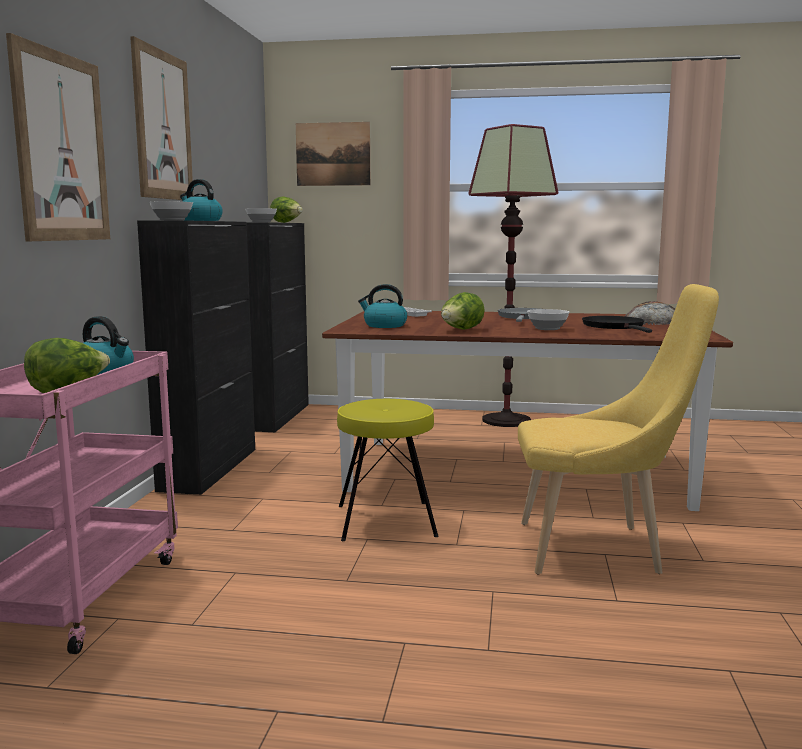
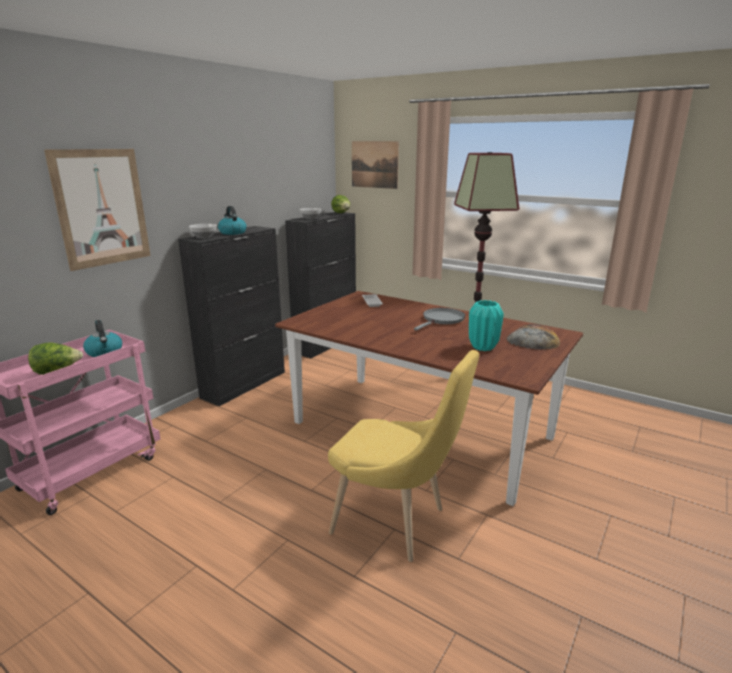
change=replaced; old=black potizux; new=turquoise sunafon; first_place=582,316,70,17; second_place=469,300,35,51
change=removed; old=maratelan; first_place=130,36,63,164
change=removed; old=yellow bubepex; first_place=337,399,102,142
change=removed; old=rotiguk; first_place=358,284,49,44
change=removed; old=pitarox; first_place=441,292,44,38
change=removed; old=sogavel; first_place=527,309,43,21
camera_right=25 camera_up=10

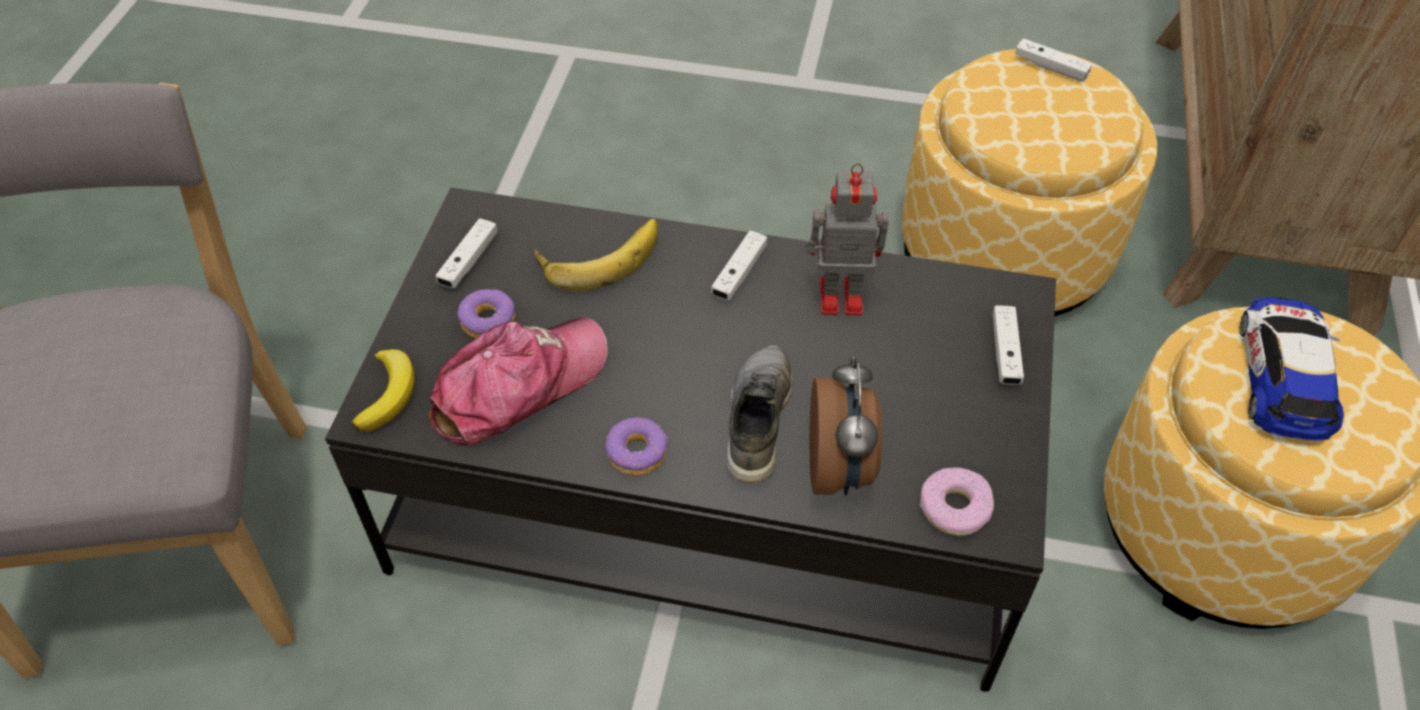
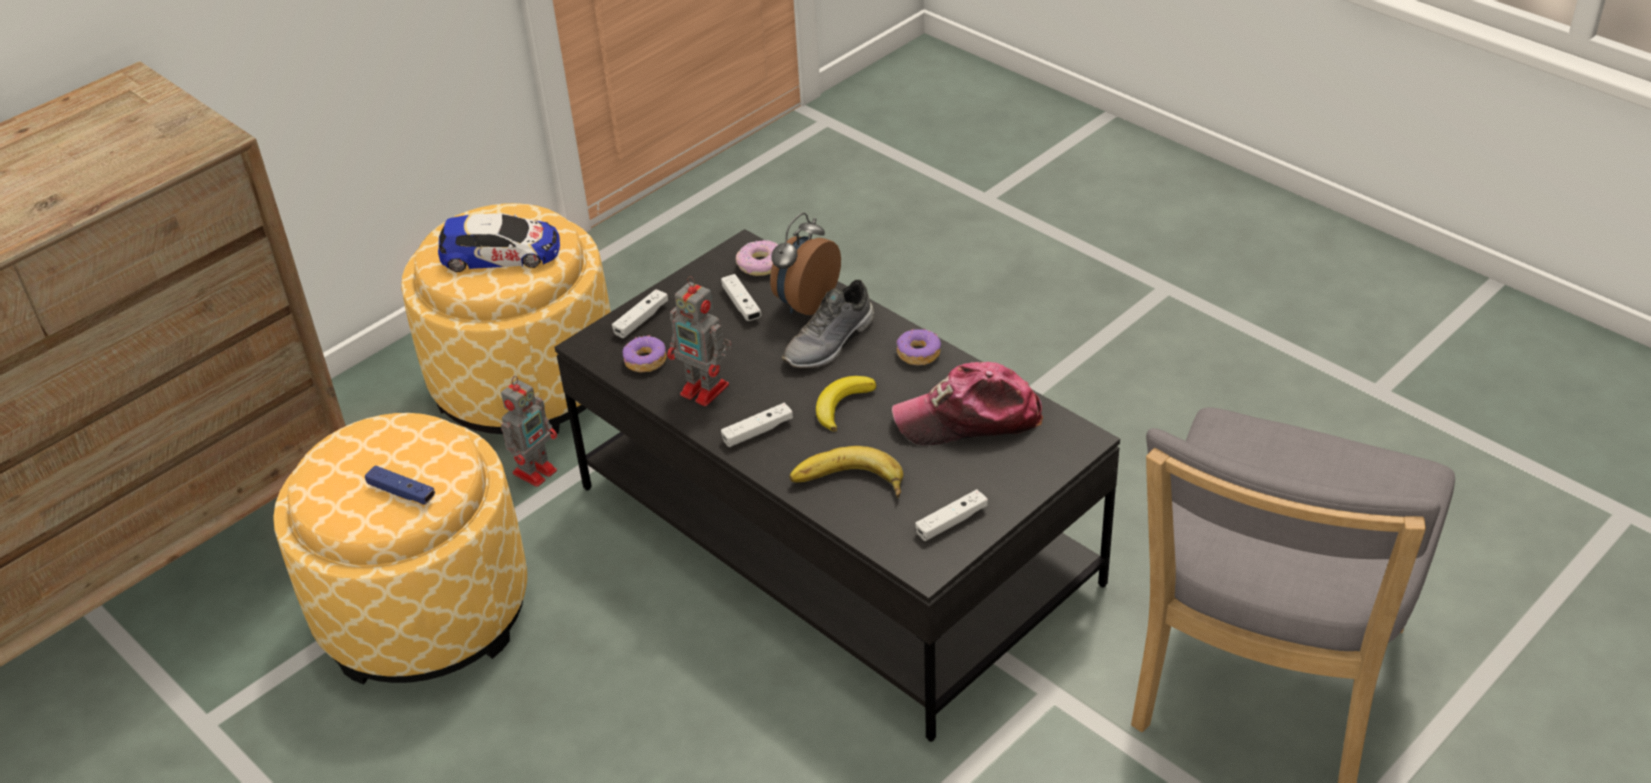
change=added; new=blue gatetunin; second_place=365,466,70,39
change=turned; old=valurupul; first_place=1240,297,104,145; second_place=438,213,122,59; degrees=-135
change=added; new=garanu; second_place=501,376,56,111
change=moved; old=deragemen; first_place=457,289,59,49; second_place=623,335,44,38
change=moved; old=white gatetunin; first_place=1015,38,77,44; second_place=721,274,41,47
change=moved; old=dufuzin; first_place=352,349,63,83; second_place=816,376,60,56
camera_right=-145 camera_up=-10

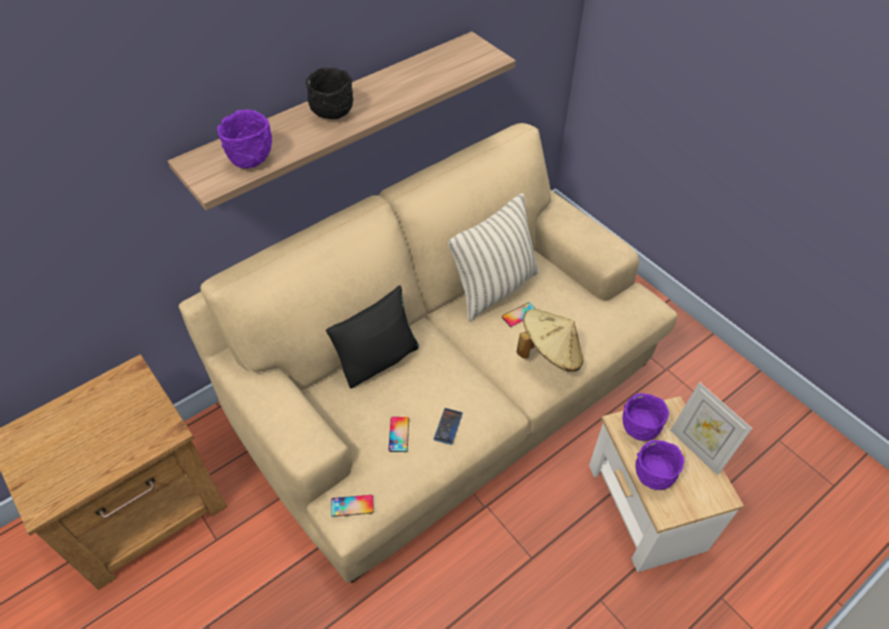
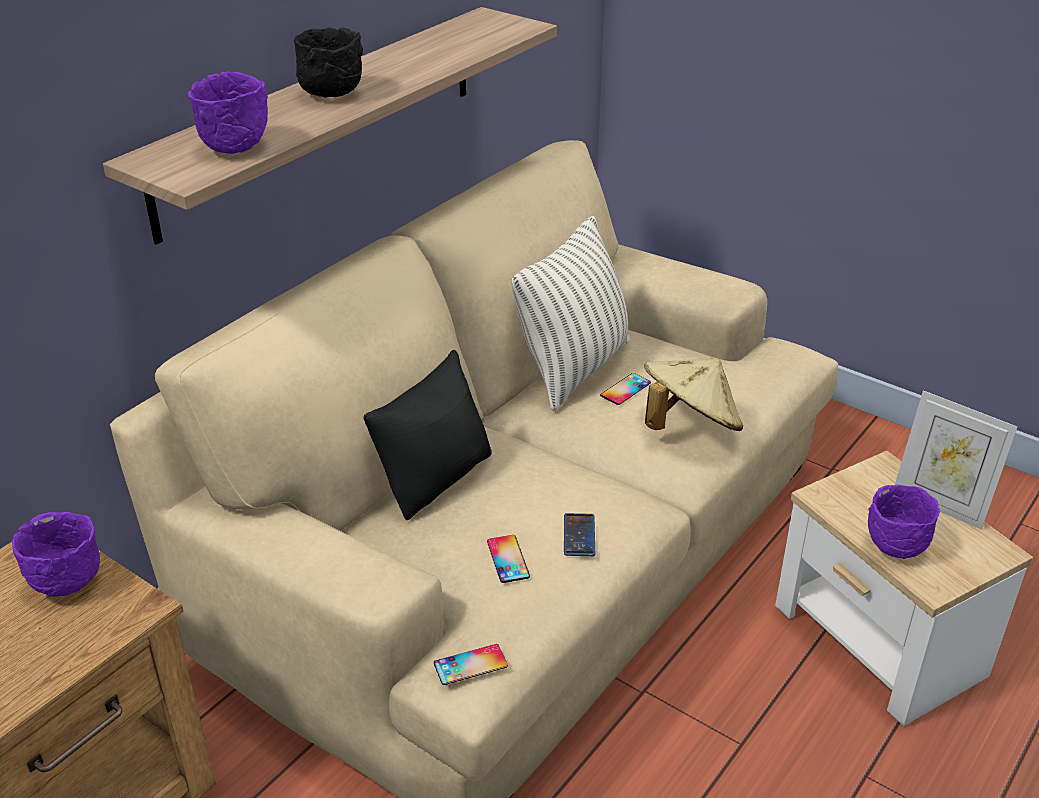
change=moved; old=purple sogavel; first_place=622,393,47,48; second_place=12,512,88,85
camera_right=-15 camera_up=-15

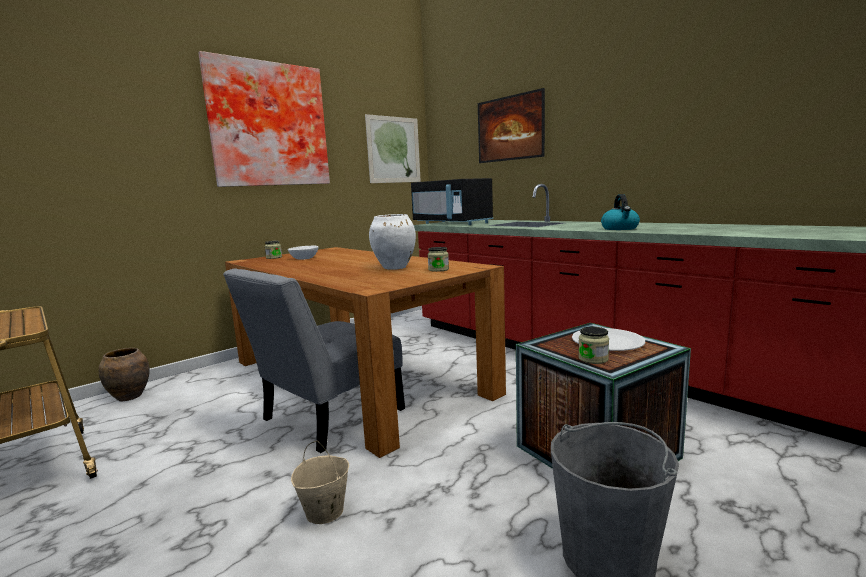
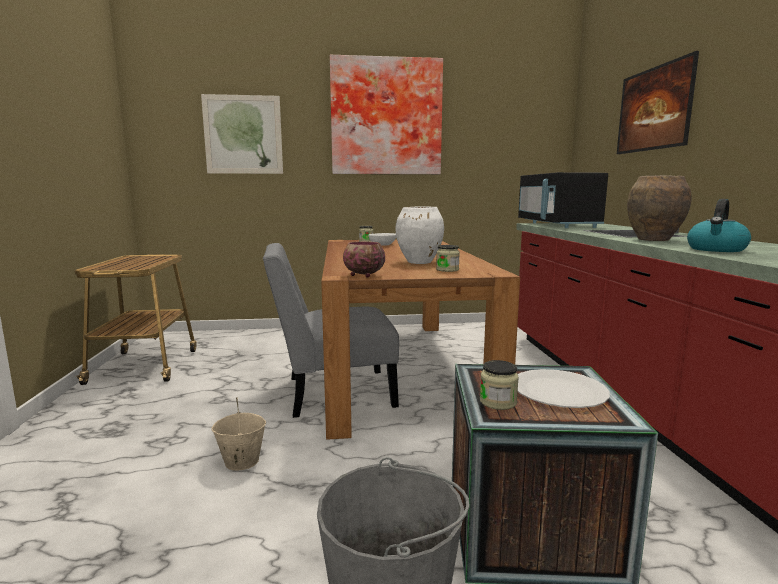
change=moved; old=maratelan; first_place=365,114,56,69; second_place=201,94,82,80
change=added; new=sogavel; second_place=343,241,42,37
change=moved; old=brown sunafon; first_place=99,348,51,53; second_place=627,176,65,65
camera_right=35 camera_up=0

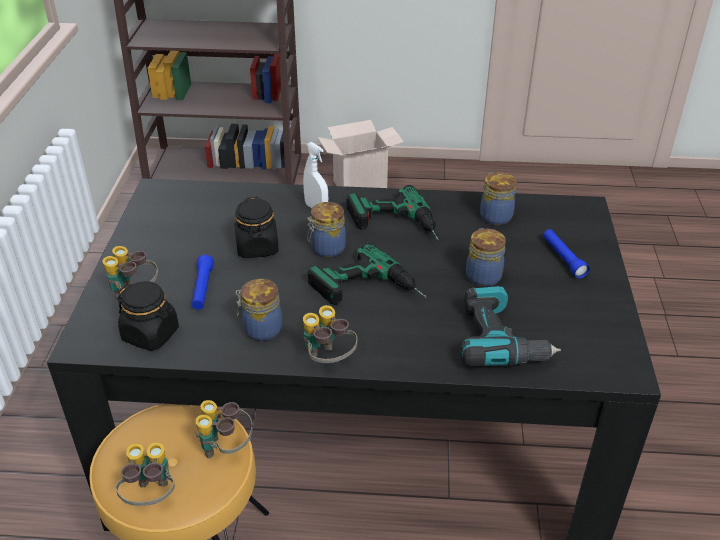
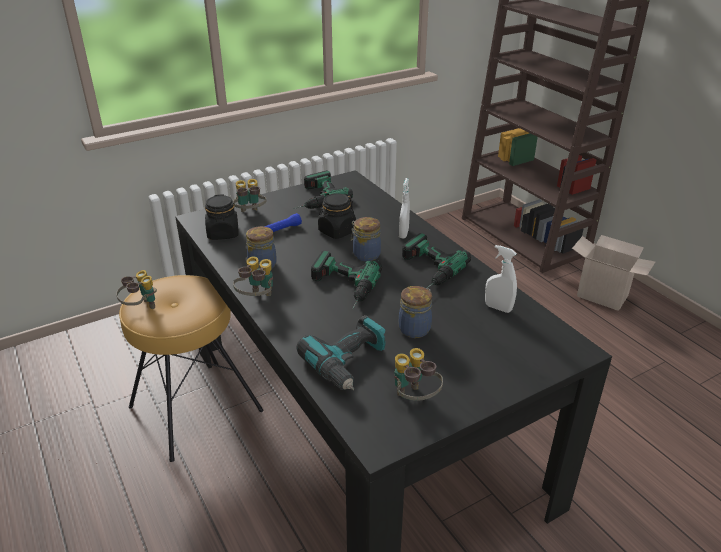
change=added; new=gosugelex; second_place=293,170,60,39
change=moved; old=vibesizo; first_place=195,400,58,58; second_place=394,348,49,53
change=replaced; old=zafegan; new=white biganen; first_place=480,172,37,53; second_place=485,245,32,68
change=removed; old=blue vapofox; first_place=543,229,47,49
camera_right=55 camera_up=-5

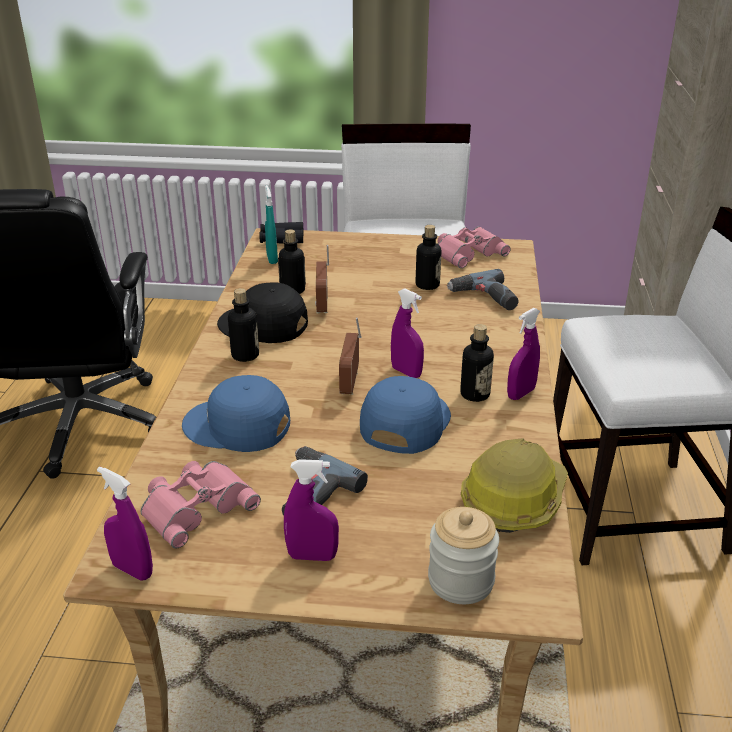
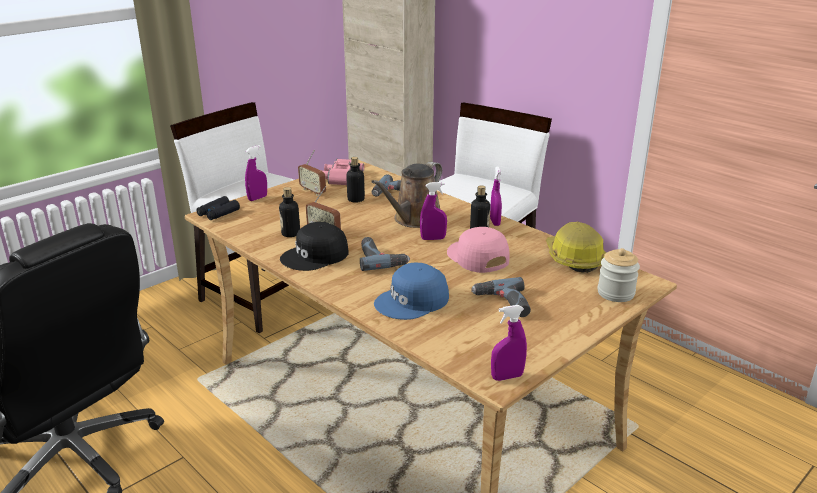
change=moved; old=purple biganen; first_place=284,459,55,102; second_place=245,145,22,56
change=moved; old=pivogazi; first_place=339,317,22,78; second_place=298,150,28,46
change=added; new=gosugelex; second_place=360,237,50,34
change=added; new=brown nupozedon; second_place=371,162,71,66
change=recoloured; old=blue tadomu; new=pink tadomu; first_place=360,376,91,78; second_place=447,227,63,46
change=removed; old=pink vibesizo; first_place=141,461,120,87
change=removed; old=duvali; first_place=228,288,31,74
change=removed; old=turquoise biganen; first_place=265,185,13,79
camera_right=-50 camera_up=-5

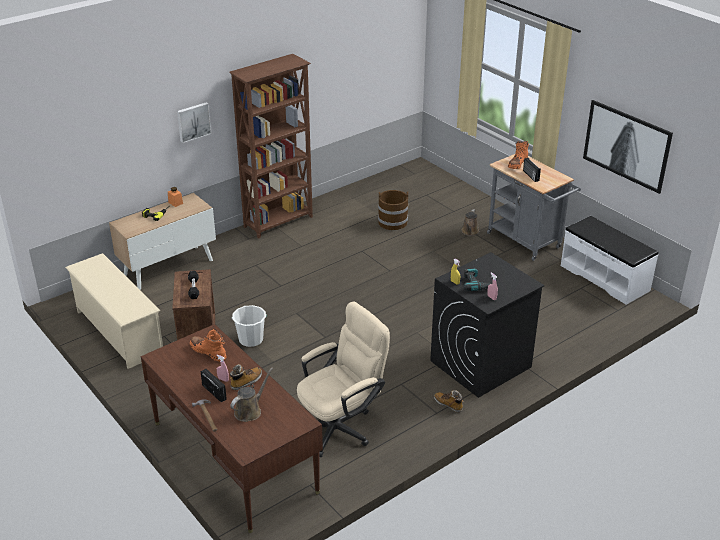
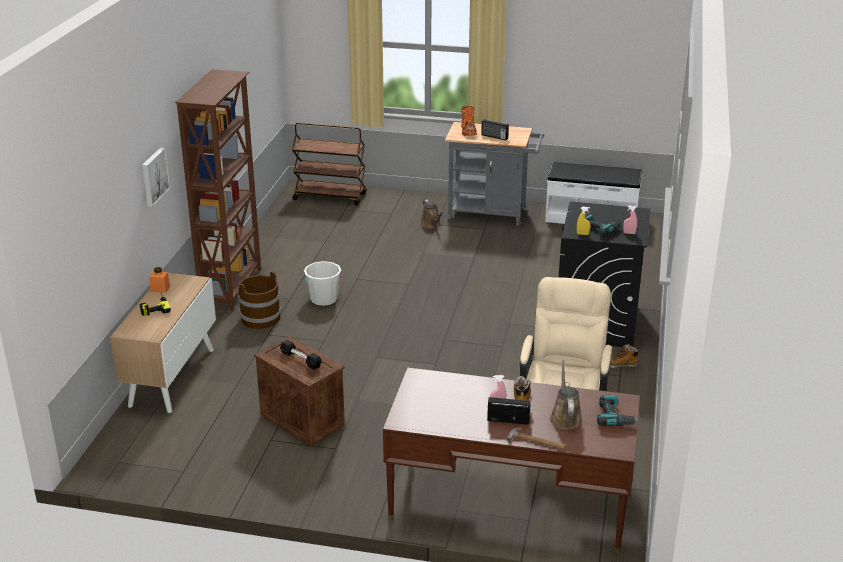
change=moved; old=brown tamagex; first_place=378,190,31,40; second_place=238,271,43,58
change=added; new=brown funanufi; second_place=292,123,75,83
change=moved; old=white tamagex; first_place=232,305,35,42; second_place=304,261,37,45
change=added; new=gosugelex; second_place=597,395,42,31
change=removed; old=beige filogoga; first_place=65,253,98,116
change=removed; old=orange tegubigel; first_place=190,329,36,33
change=removed; old=maratelan; first_place=583,100,90,94
camera_right=-40 camera_up=-5

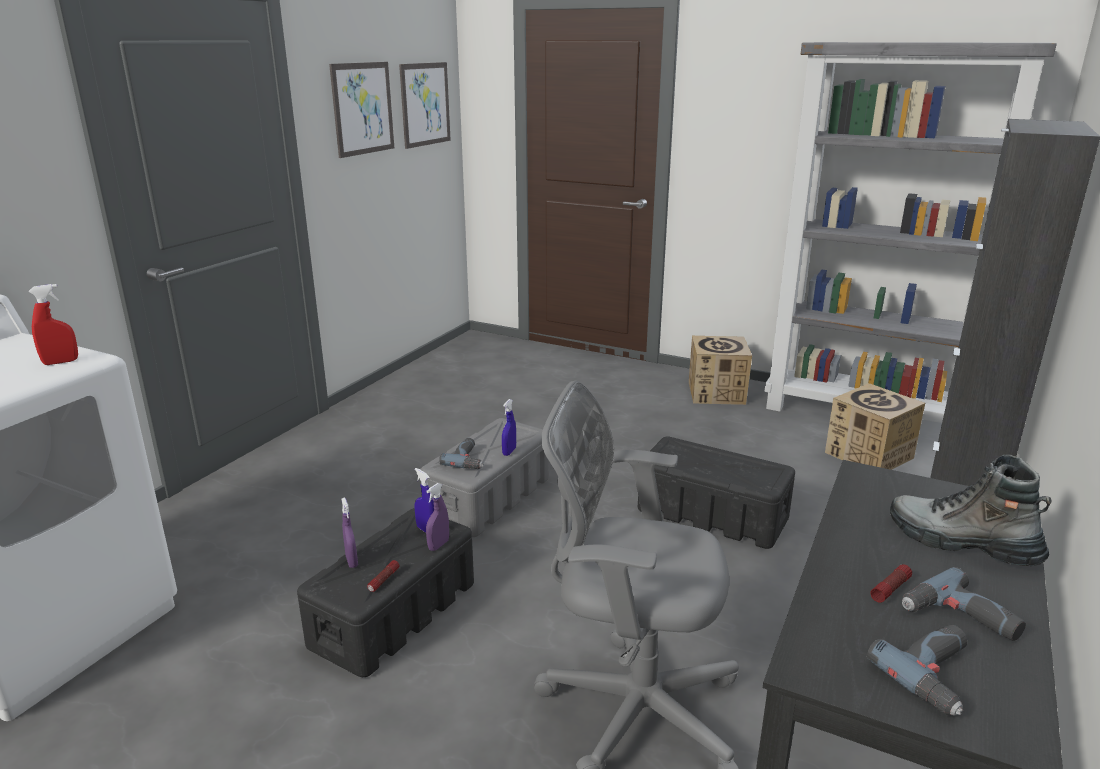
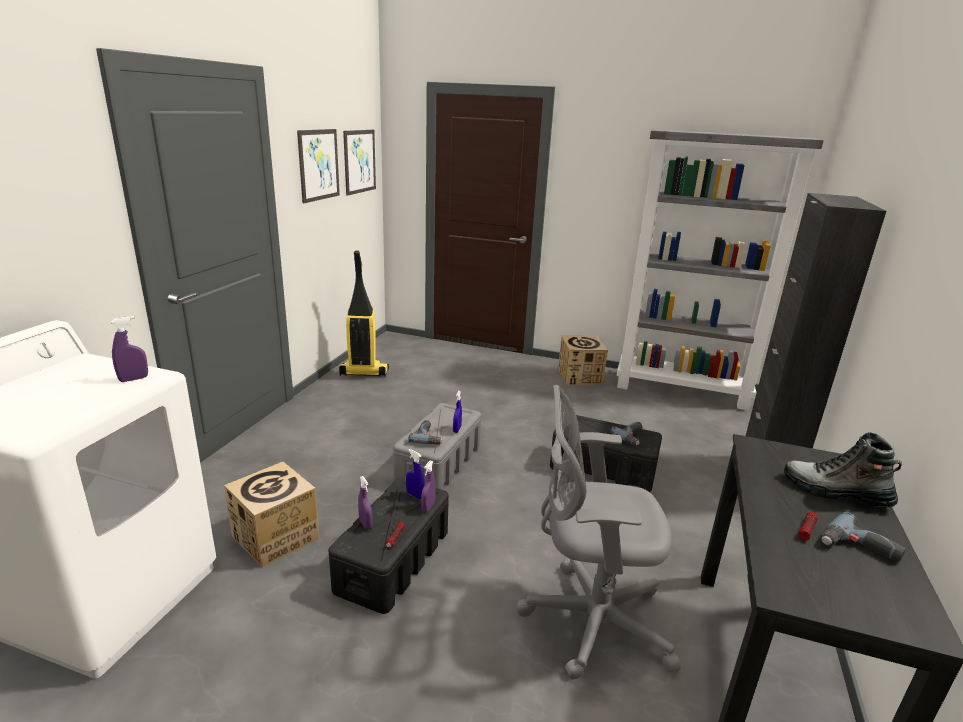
change=recoloured; old=red biganen; new=purple biganen; first_place=29,284,49,81; second_place=111,316,37,66
change=moved; old=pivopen; first_place=825,383,100,87; second_place=224,462,96,106
change=added; new=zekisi; second_place=339,250,50,127
change=moved; old=gosugelex; first_place=867,625,100,91; second_place=610,422,32,23
camera_right=-10 camera_up=0

